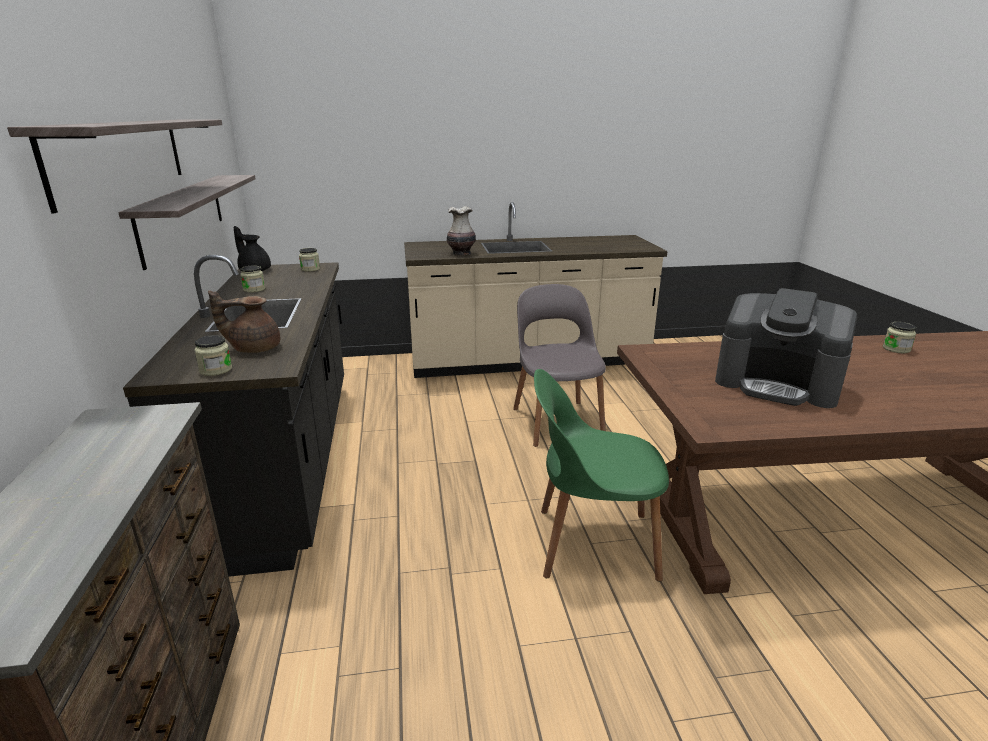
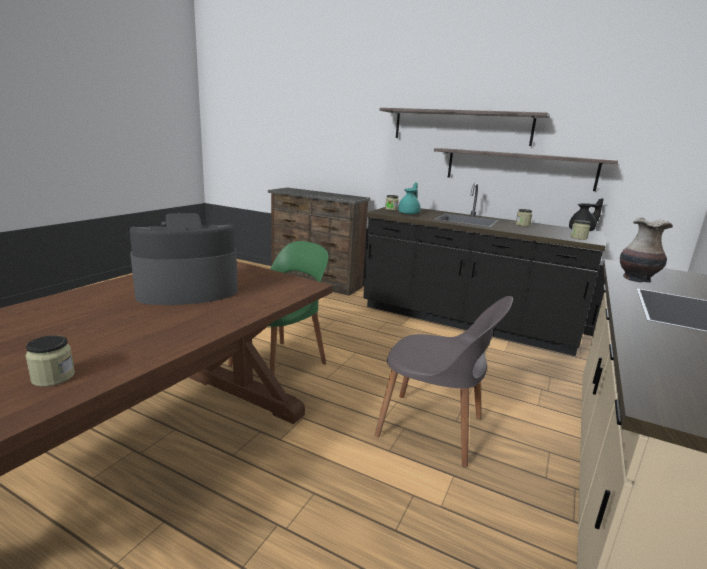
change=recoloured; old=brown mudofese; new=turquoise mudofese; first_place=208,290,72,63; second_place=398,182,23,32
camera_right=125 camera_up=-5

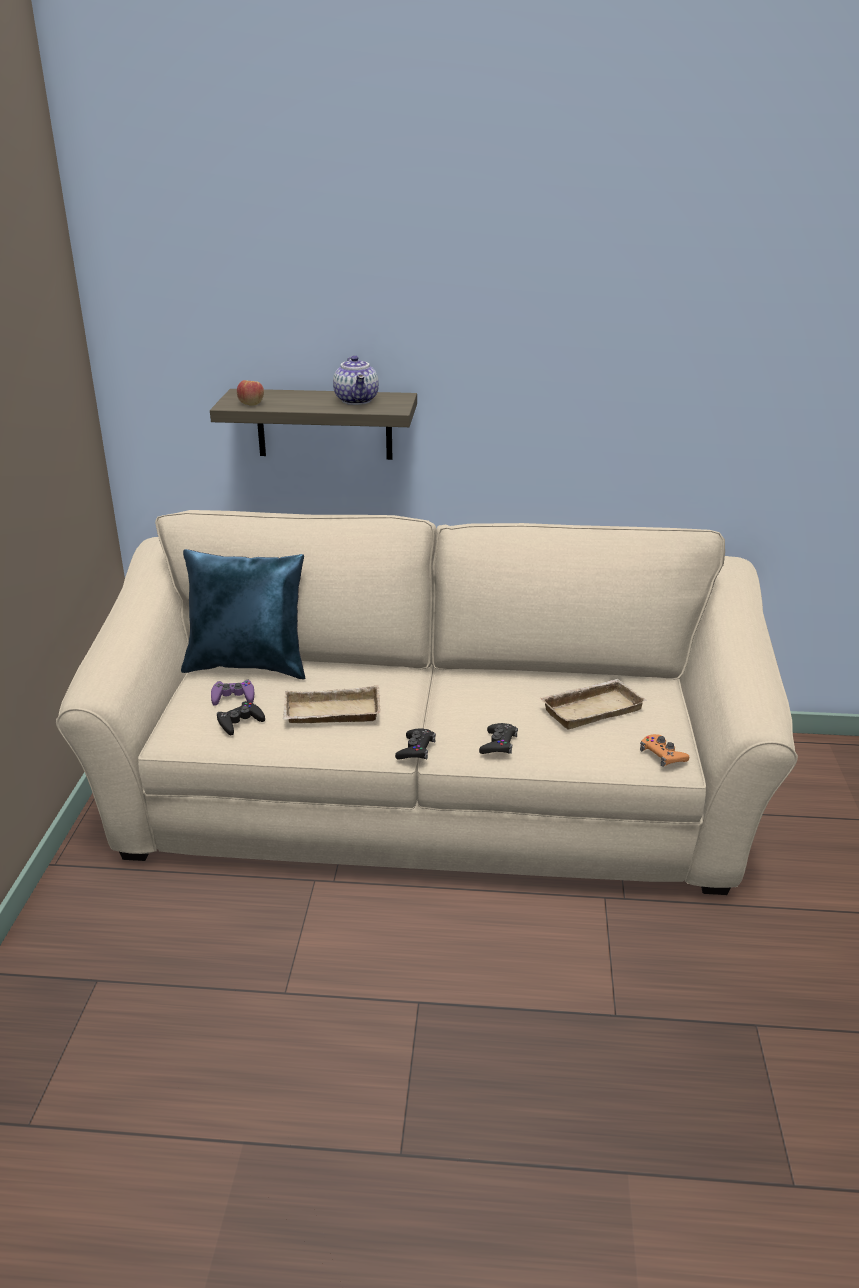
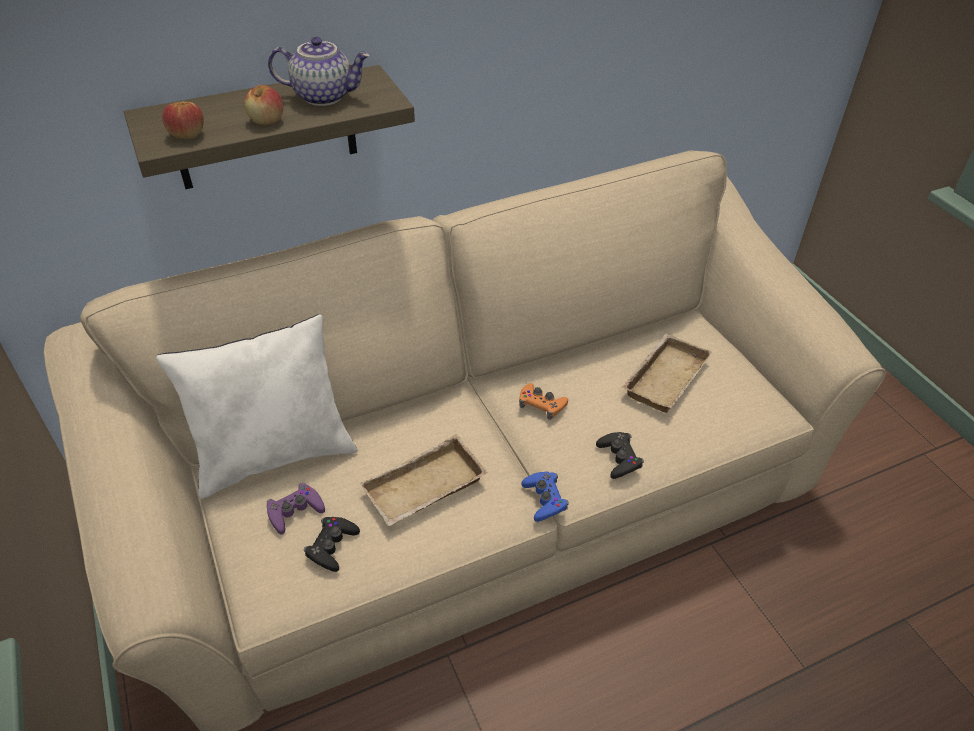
change=recoloured; old=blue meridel; new=white meridel; first_place=181,549,124,130; second_place=156,314,202,185
change=added; new=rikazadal; second_place=244,85,39,40
change=turned; old=mudofese; first_place=333,356,46,49; second_place=268,37,102,69; degrees=-45
change=moved; old=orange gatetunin; first_place=640,734,49,33; second_place=519,383,49,37
change=recoloured; old=black gatetunin; new=blue gatetunin; first_place=395,728,41,31; second_place=521,472,48,50
camera_right=-30 camera_up=15

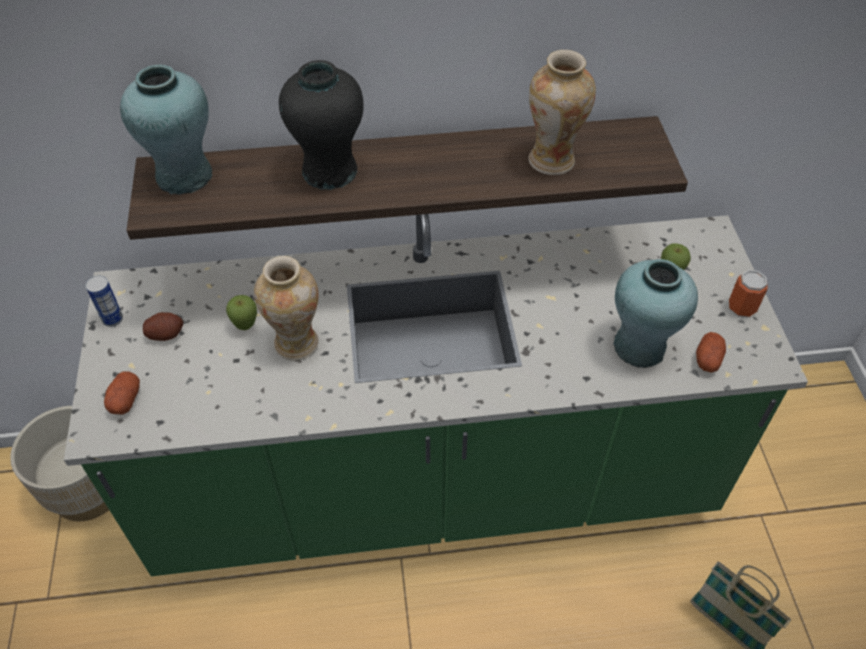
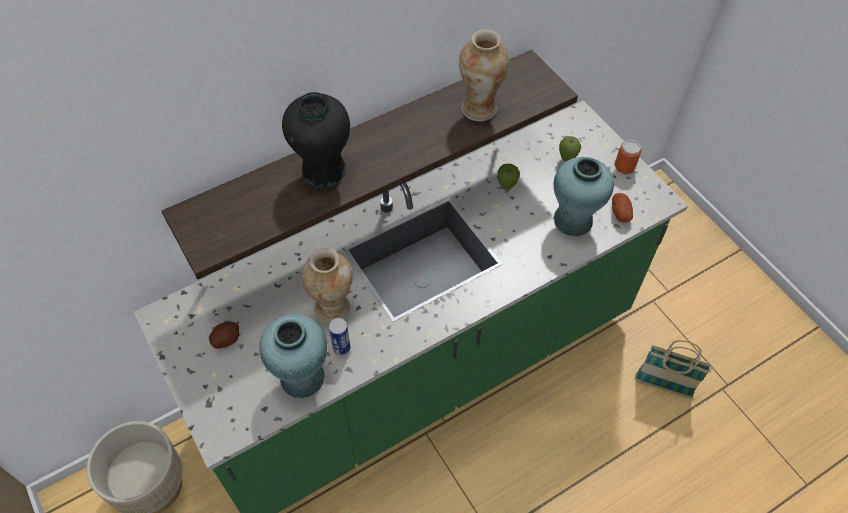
change=moved; old=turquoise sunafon; first_place=120,65,93,130; second_place=259,314,68,84
change=moved; old=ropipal; first_place=86,276,37,51; second_place=329,318,21,37
change=moved; old=rikazadal; first_place=226,295,31,35; second_place=498,163,22,26
change=removed; old=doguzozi; first_place=104,371,36,43
camera_right=-25 camera_up=5

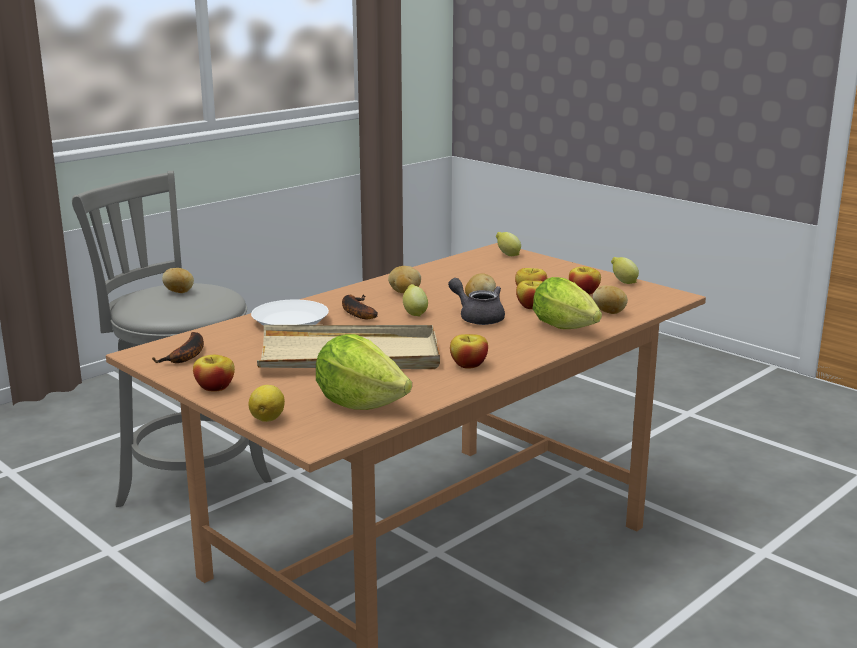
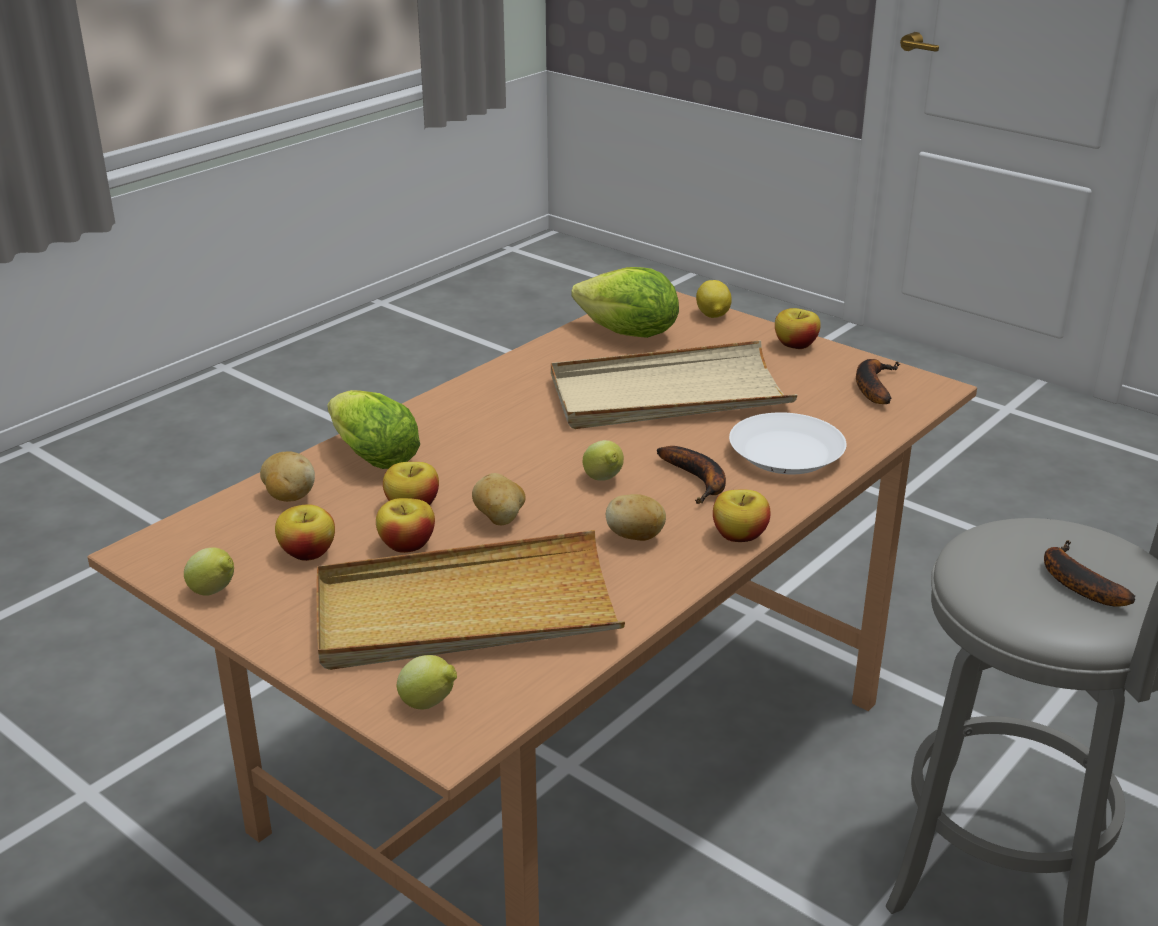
change=added; new=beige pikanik; second_place=316,530,309,140
change=moved; old=rikazadal; first_place=450,334,38,35; second_place=713,490,58,52
change=replaced; old=doguzozi; new=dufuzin; first_place=162,268,32,25; second_place=1044,540,91,67
change=removed; old=grey mudofese; first_place=448,278,57,47
camera_right=175 camera_up=10

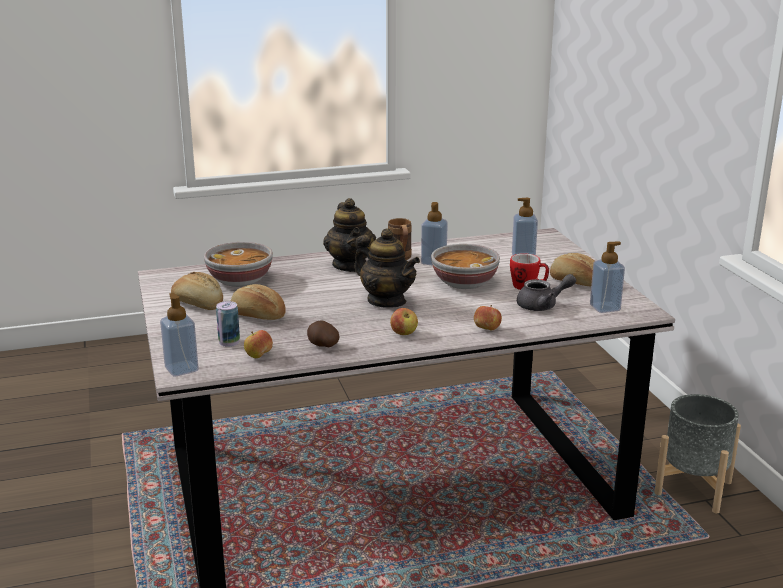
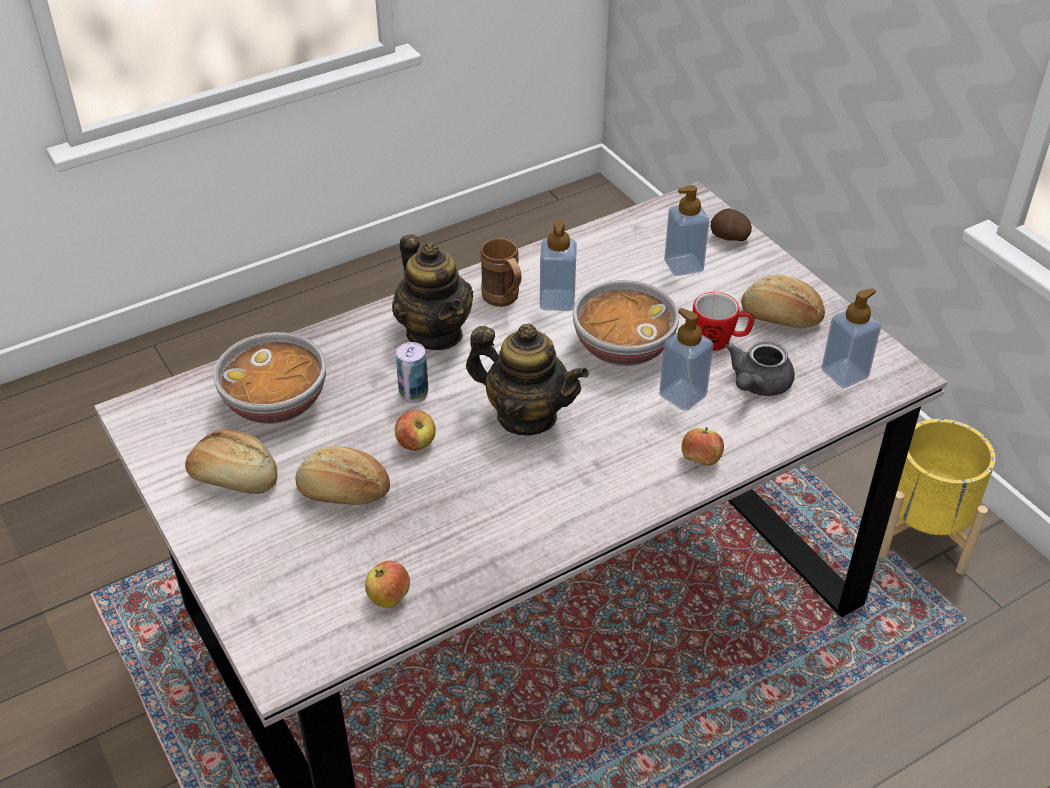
change=moved; old=rikazadal; first_place=390,308,28,27; second_place=395,410,41,41
change=moved; old=ropipal; first_place=216,301,24,46; second_place=396,342,32,62
change=moved; old=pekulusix; first_place=160,293,39,84; second_place=659,308,55,103
change=moved; old=doguzozi; first_place=307,320,32,27; second_place=711,208,41,33
change=turned; old=grey mudofese; first_place=517,274,59,37; second_place=725,341,70,55; degrees=150
change=recoloured; old=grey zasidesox; new=yellow zasidesox; first_place=654,394,87,119; second_place=879,419,117,156
camera_right=-15 camera_up=20

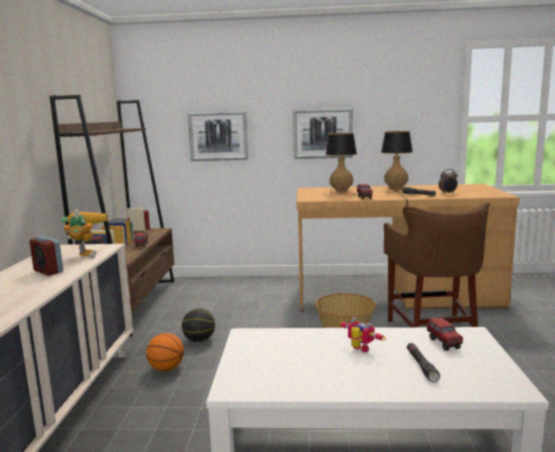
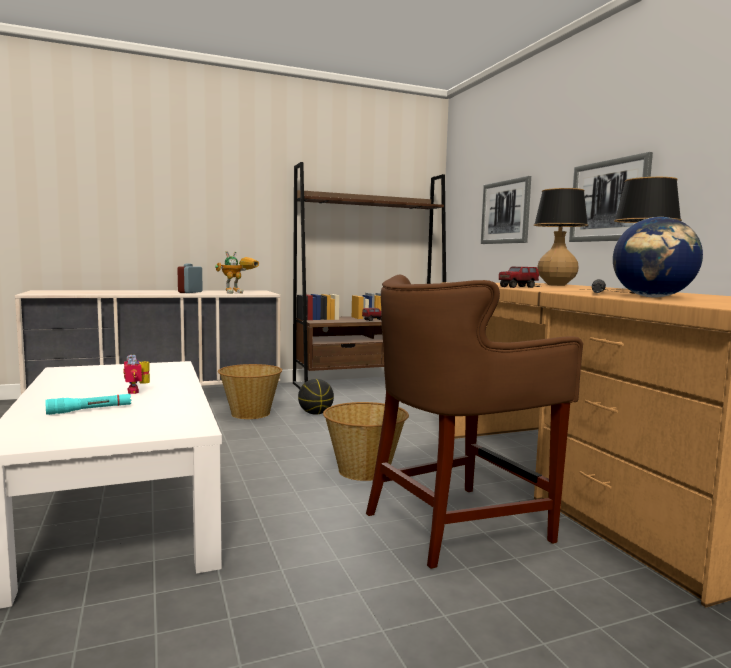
change=recoloured; old=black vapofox; new=turquoise vapofox; first_place=407,343,33,39; second_place=45,394,86,21
change=turned; old=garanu; first_place=338,317,48,35; second_place=123,355,27,39; degrees=135
change=replaced; old=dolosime; new=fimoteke; first_place=146,333,38,38; second_place=218,364,64,55
change=replaced; old=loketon; new=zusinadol; first_place=438,169,20,25; second_place=613,217,90,81
change=removed; old=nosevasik; first_place=427,318,36,33
camera_right=65 camera_up=-5

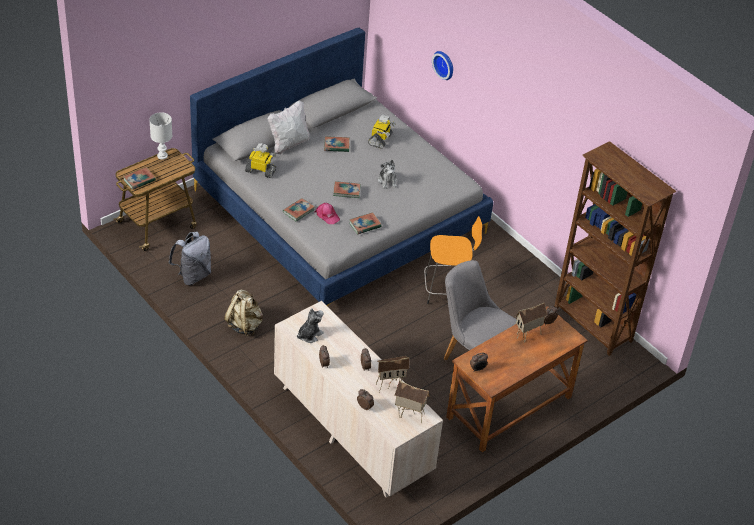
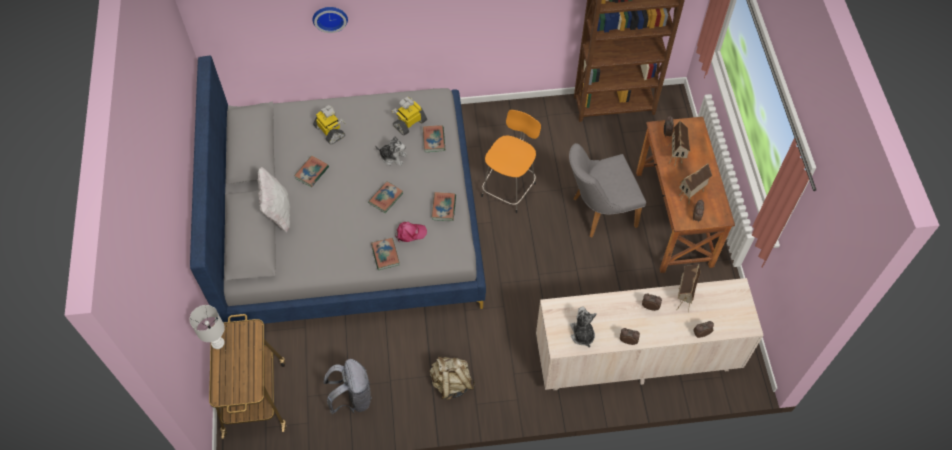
change=moved; old=garanu; first_place=245,143,31,35; second_place=391,97,36,39
change=moved; old=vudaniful; first_place=123,167,33,23; second_place=423,125,22,27
change=moved; old=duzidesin; first_place=394,380,36,43; second_place=679,163,33,40
camera_right=-55 camera_up=15

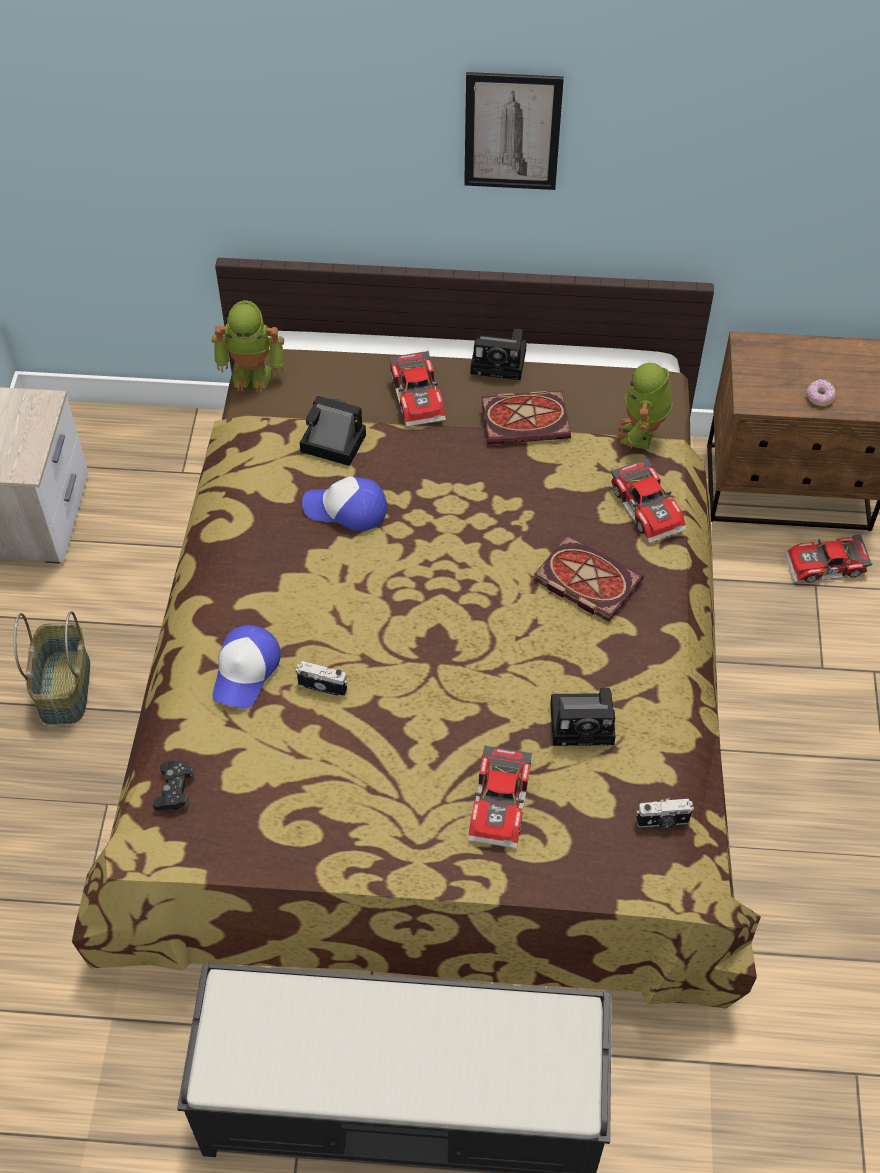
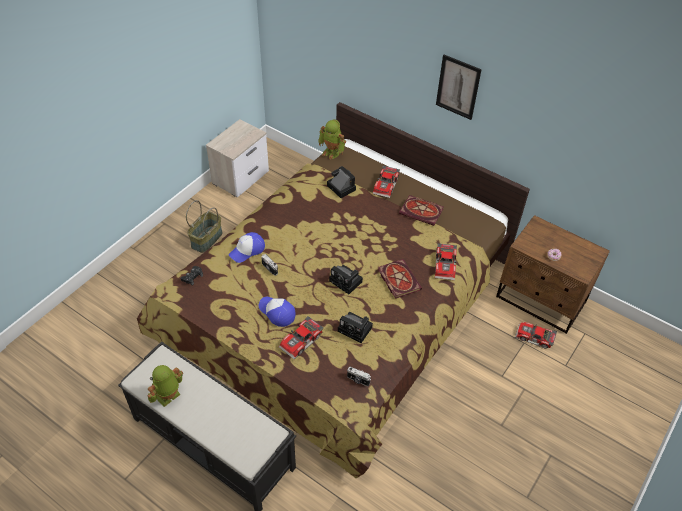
change=moved; old=garanu; first_place=616,363,56,86; second_place=148,365,35,42
change=moved; old=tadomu; first_place=302,476,85,55; second_place=259,297,36,30
change=moved; old=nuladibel; first_place=471,329,56,51; second_place=329,265,34,29
camera_right=30 camera_up=-5

